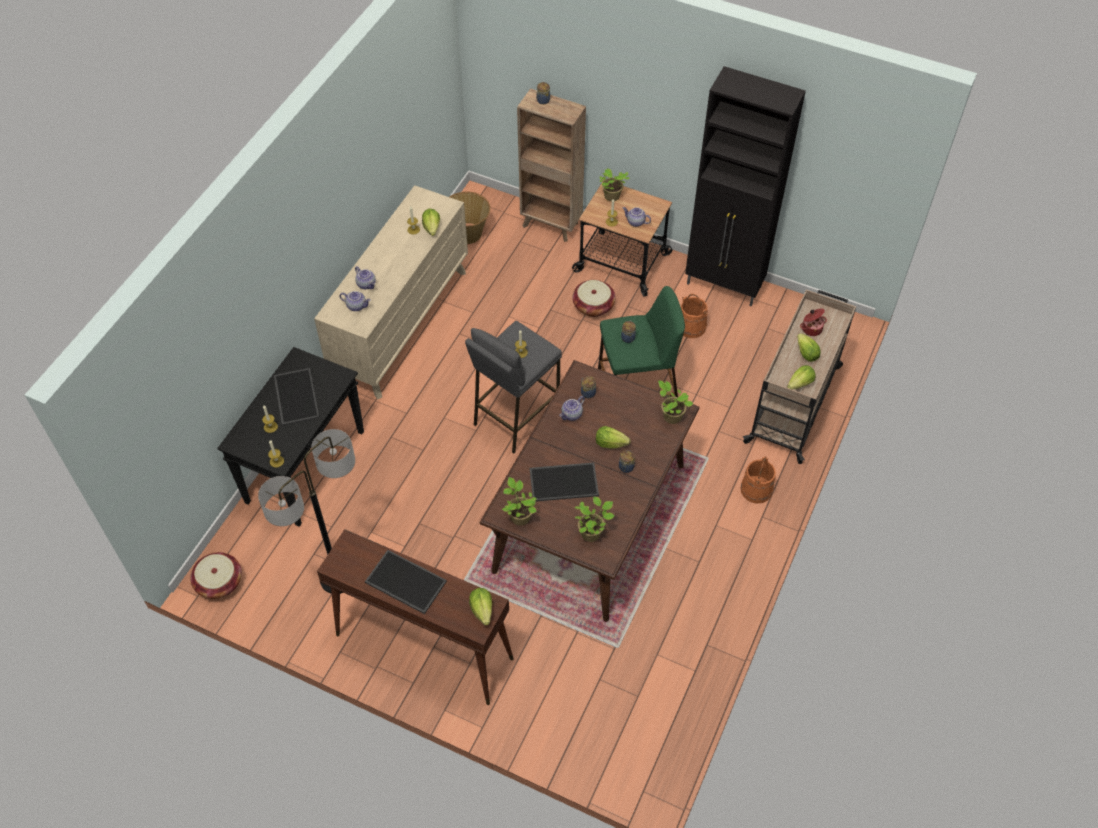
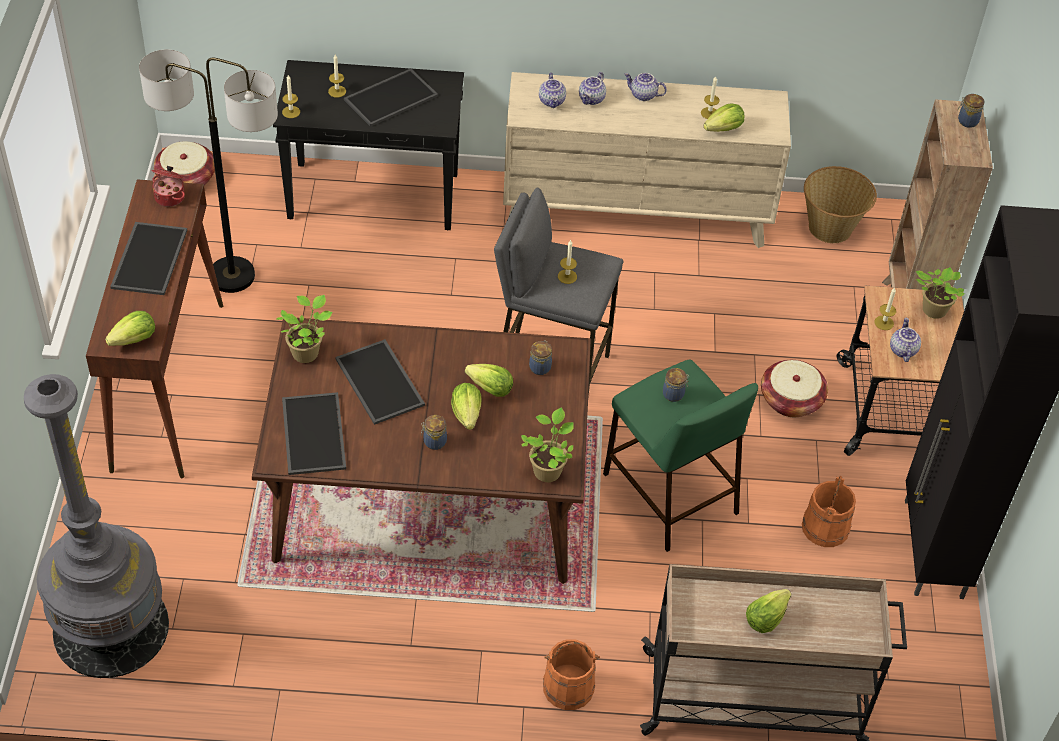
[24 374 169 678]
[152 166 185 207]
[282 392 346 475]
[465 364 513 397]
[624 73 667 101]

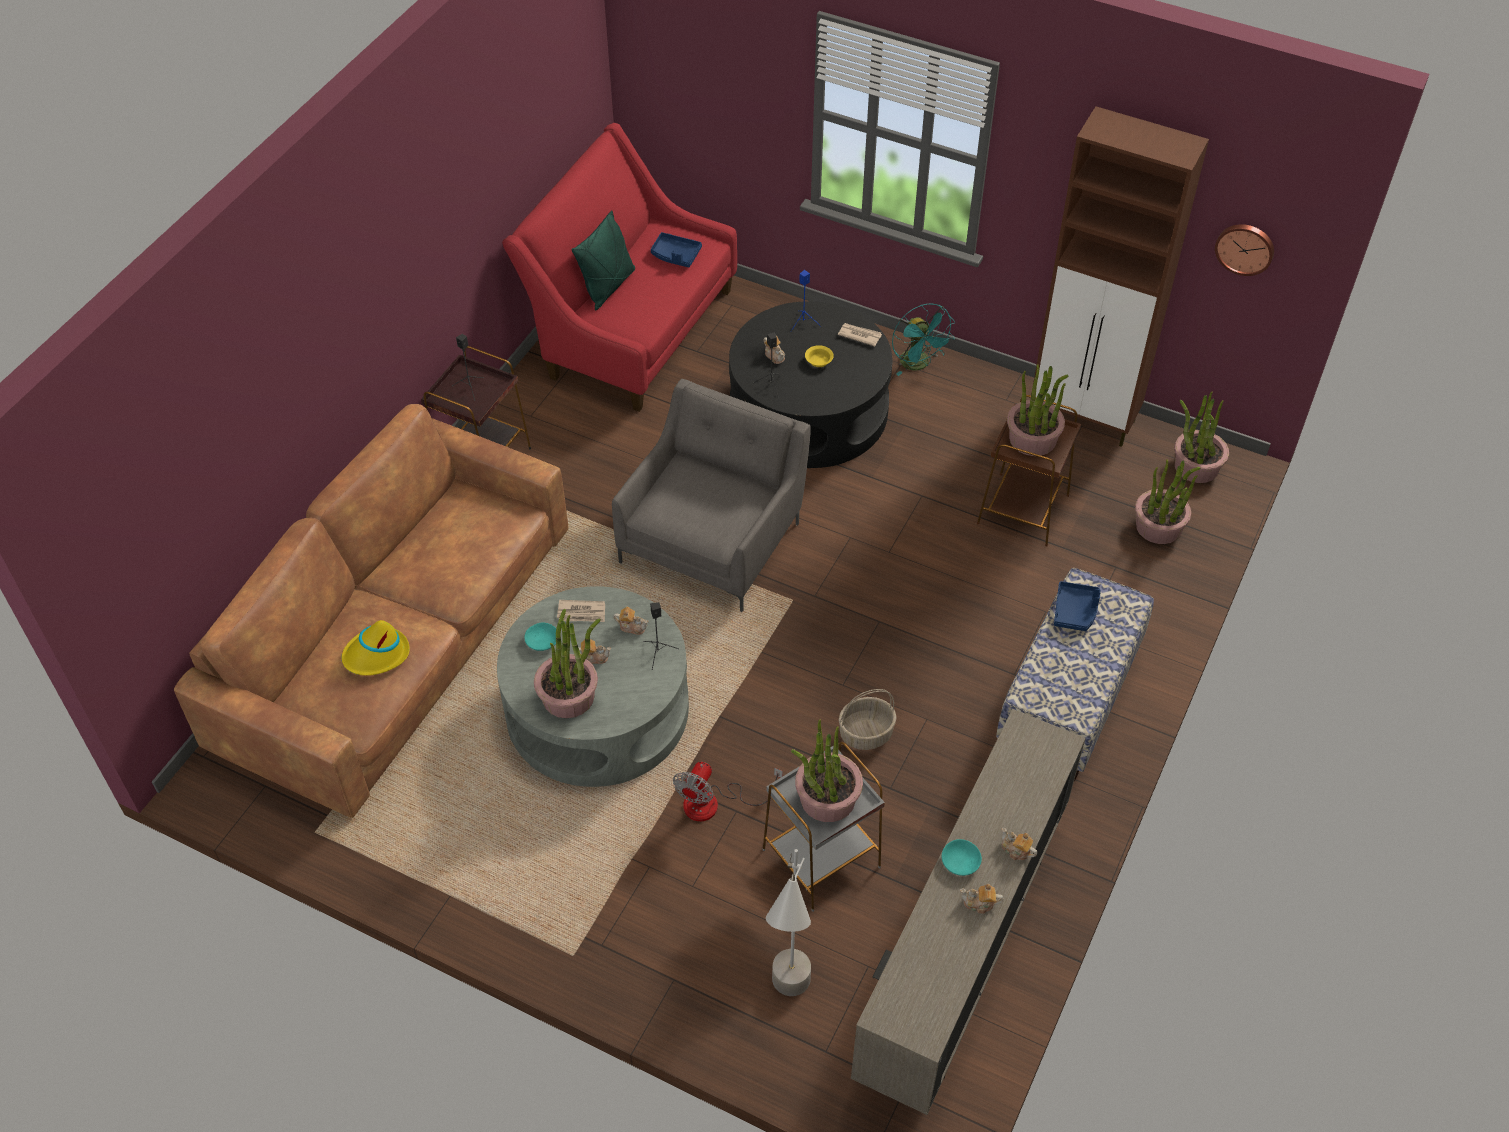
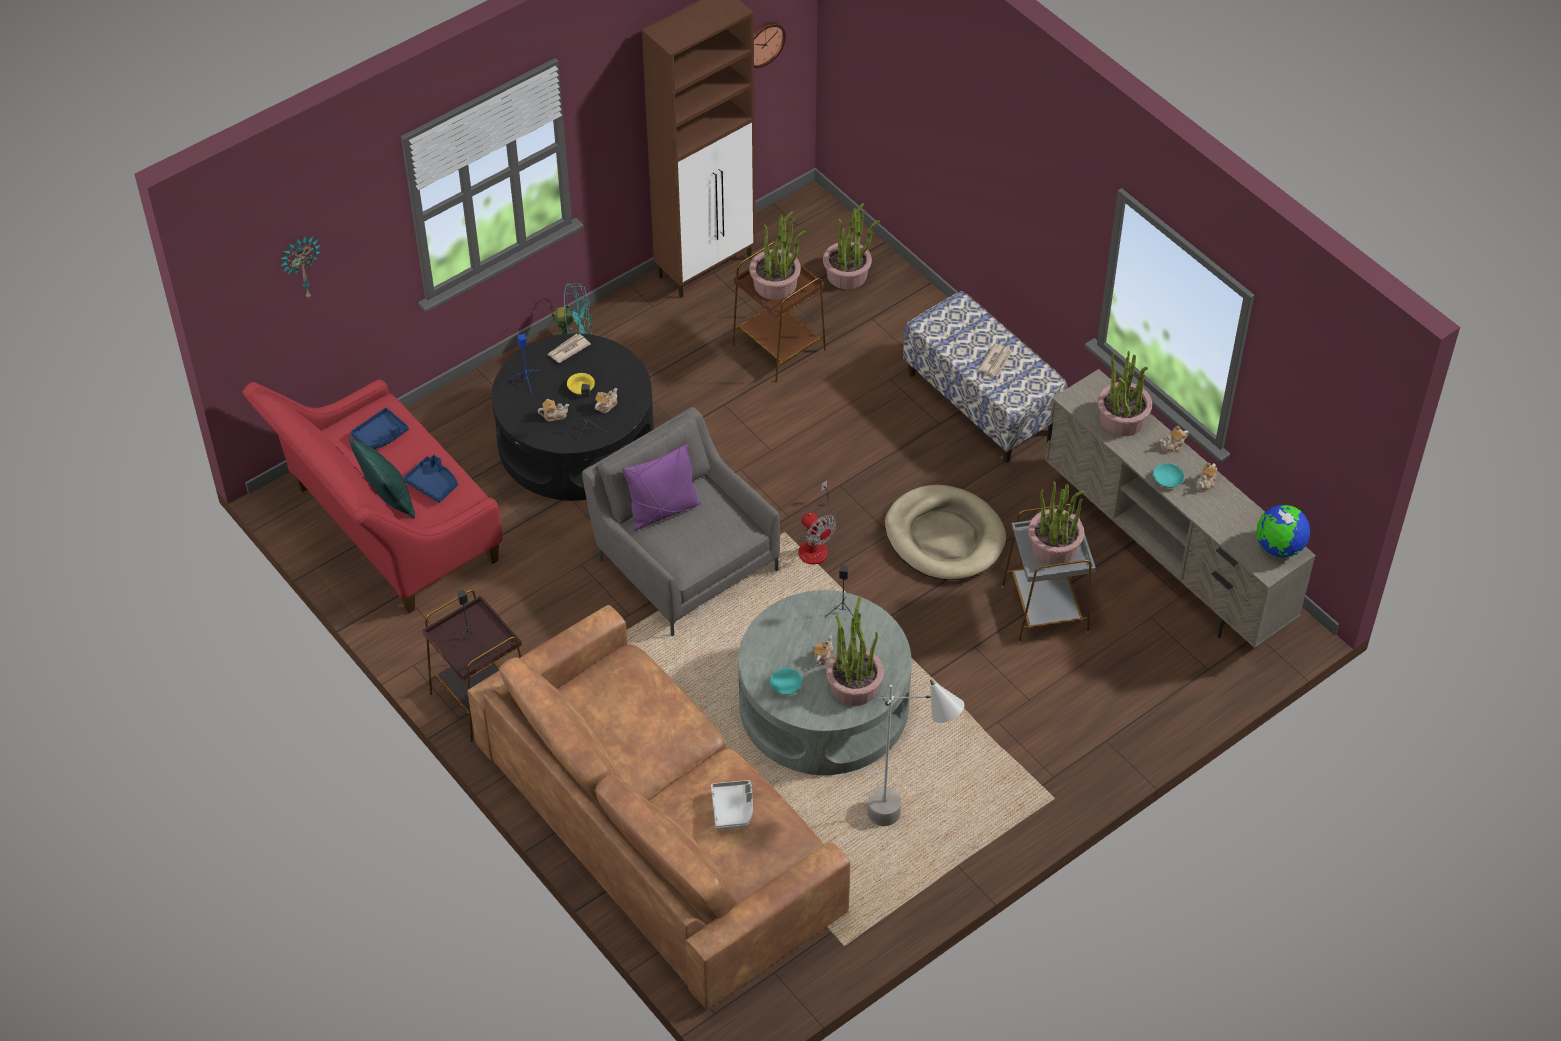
[281 235 321 299]
[403 455 458 503]
[595 388 617 413]
[622 444 701 531]
[711 780 753 830]
[798 481 836 564]
[867 680 964 826]
[885 485 1006 580]
[978 343 1012 376]
[1097 350 1152 436]
[1257 505 1310 558]

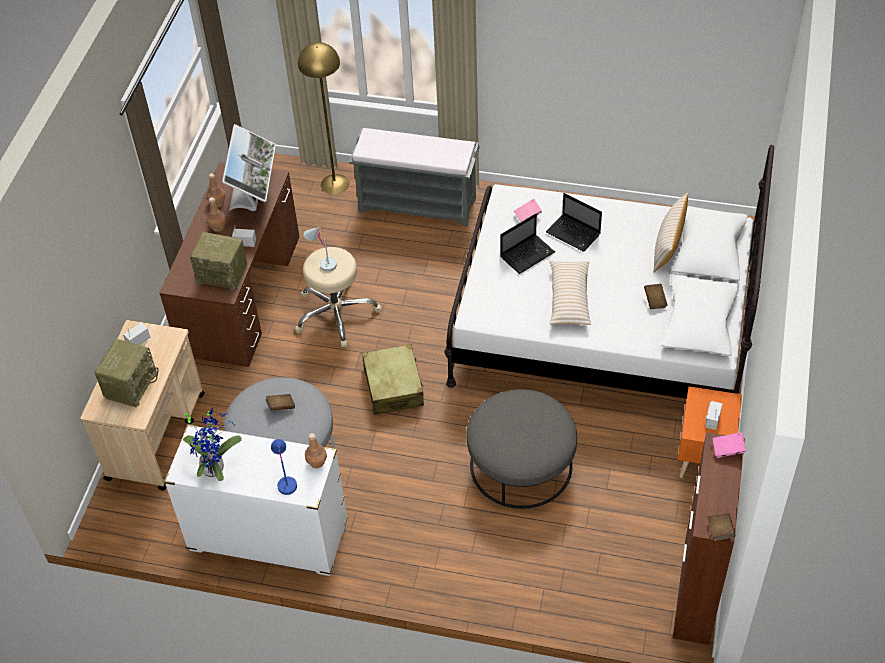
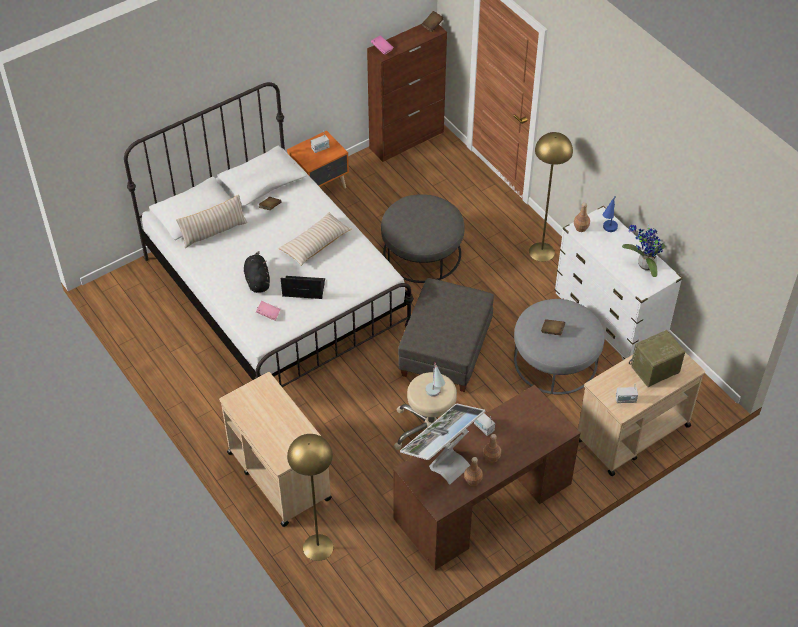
[219 372 332 527]
[244 251 270 293]
[398 278 494 392]
[529 132 573 262]
[190 232 247 292] (first image)

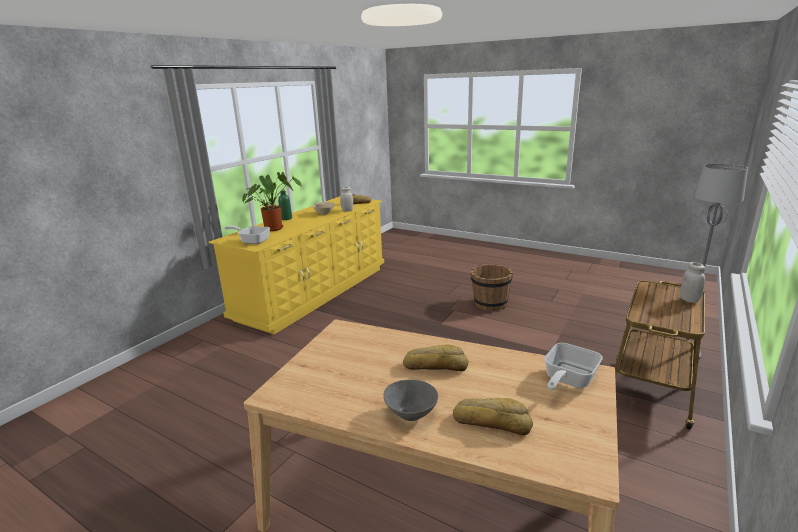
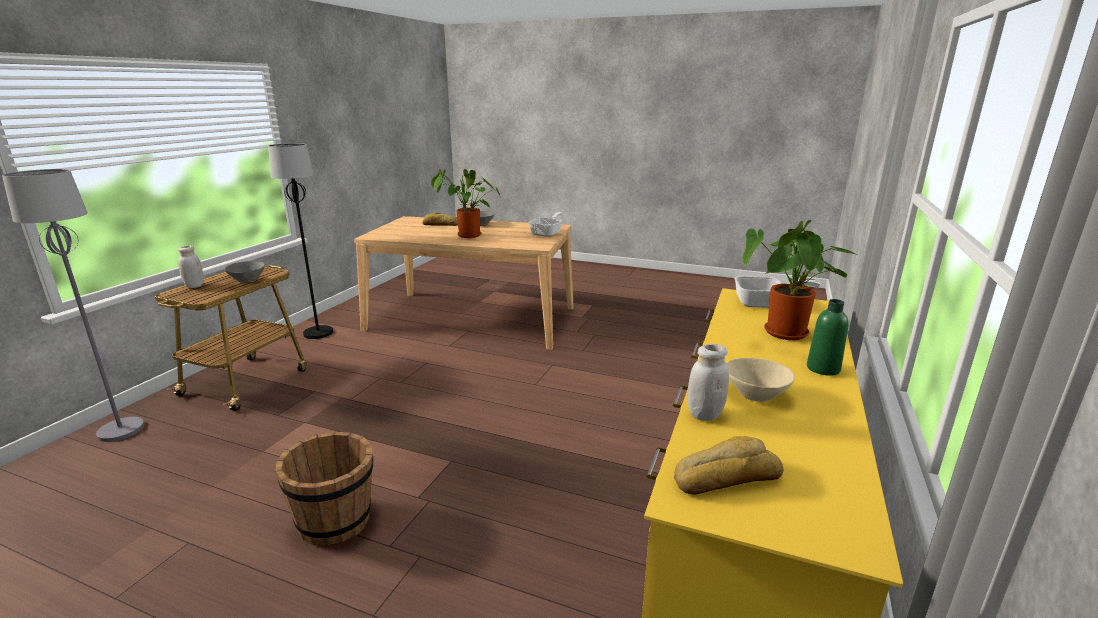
[225 261 265 283]
[268 143 333 339]
[431 169 501 238]
[529 212 563 237]

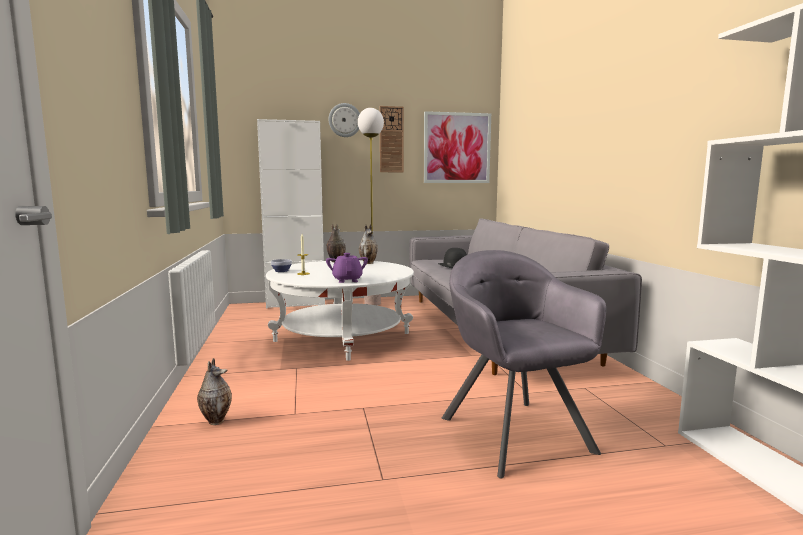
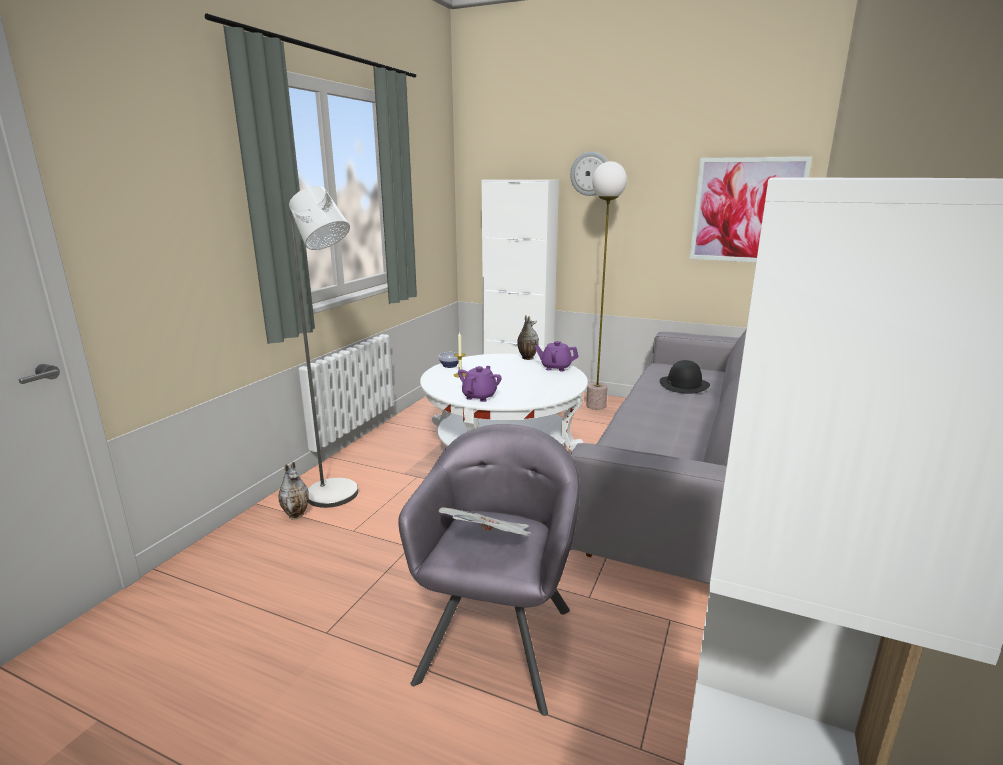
[289 186 358 508]
[439 507 531 536]
[535 341 578 372]
[380 106 404 172] (first image)

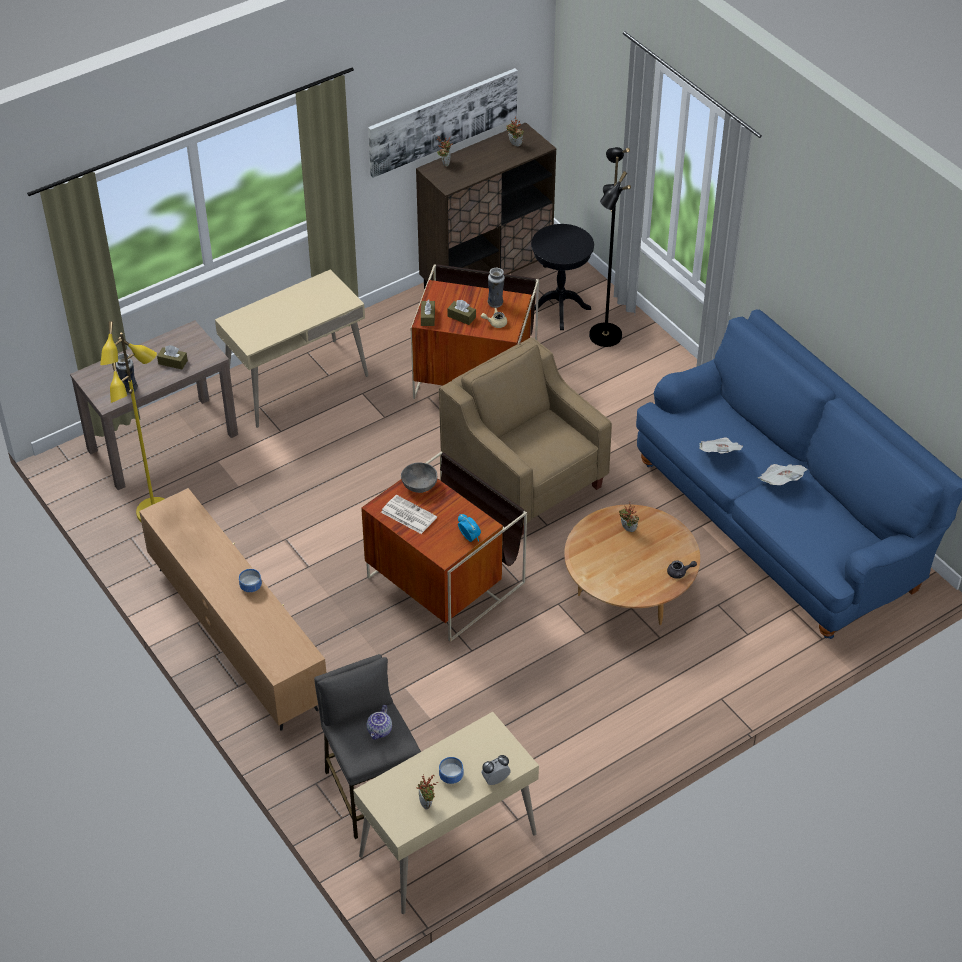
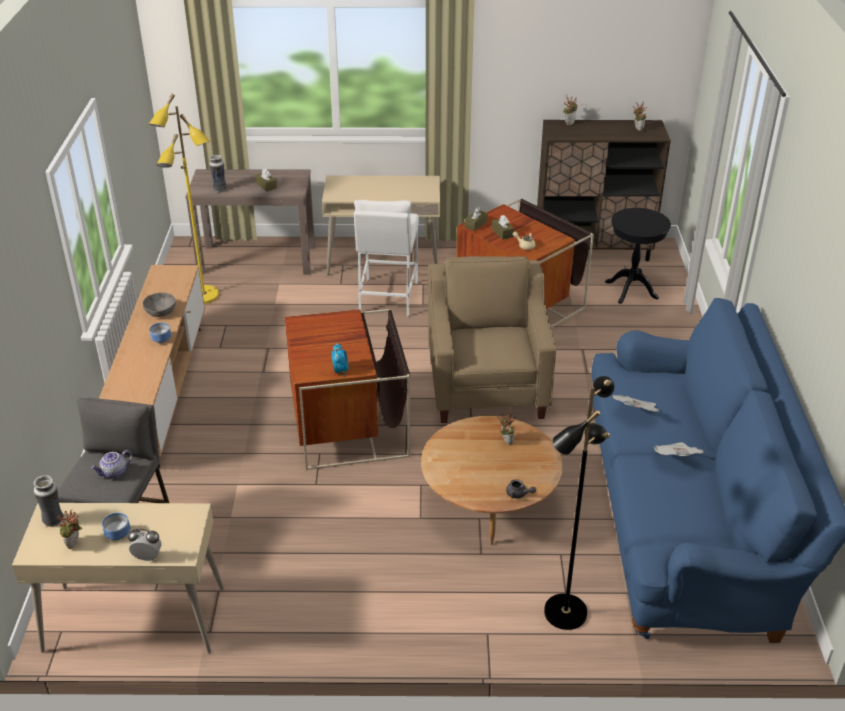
[34 475 64 527]
[142 293 176 317]
[354 200 419 318]
[544 376 614 630]
[368 68 518 178] (first image)
[381 495 437 534] (first image)

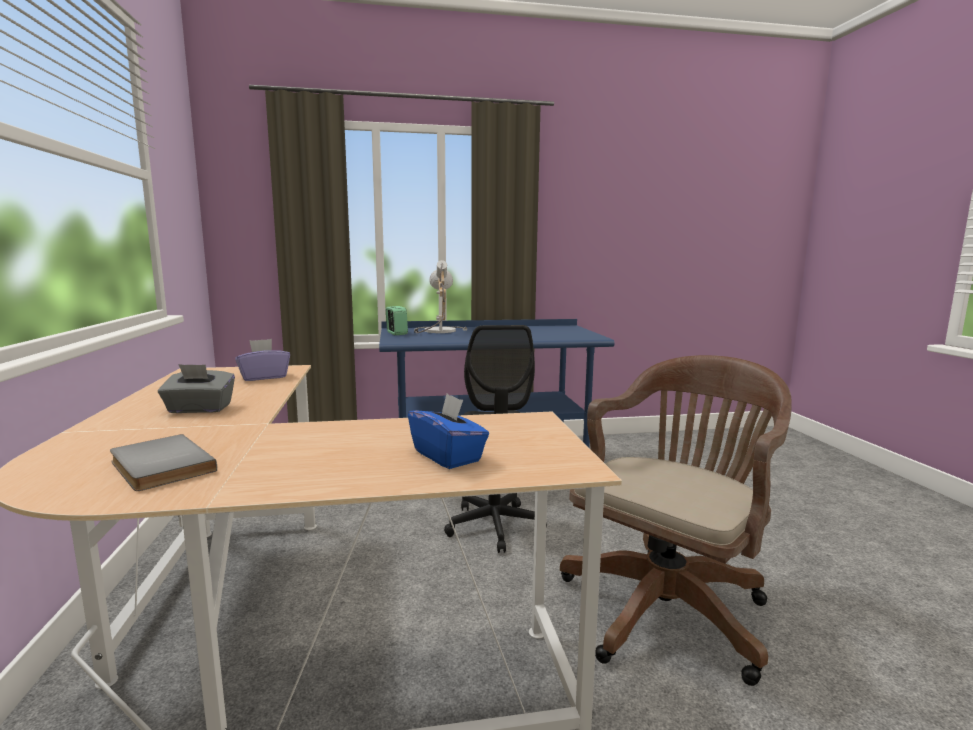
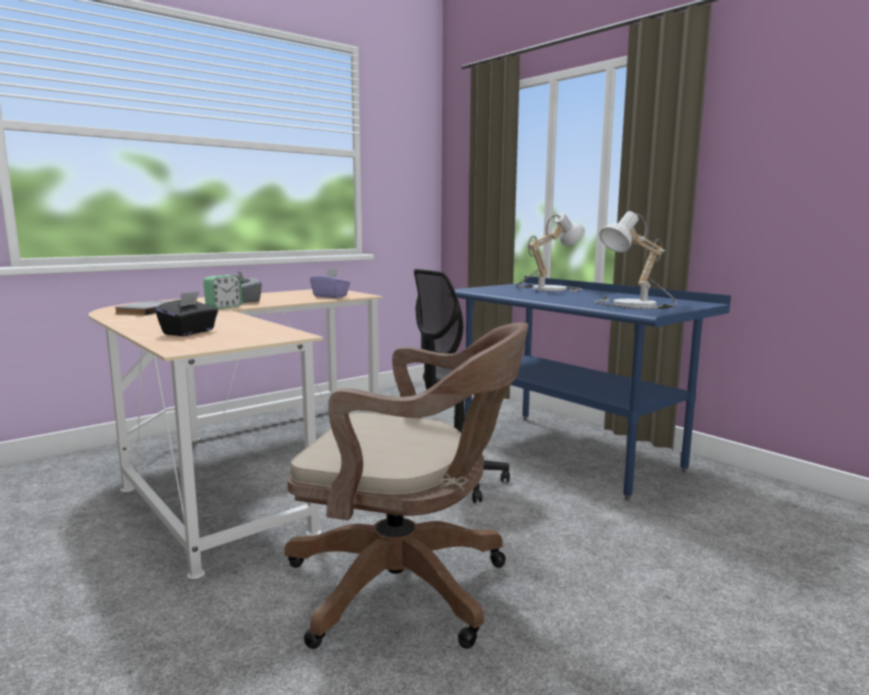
[155 291 218 336]
[203 275 243 309]
[595 211 677 309]

